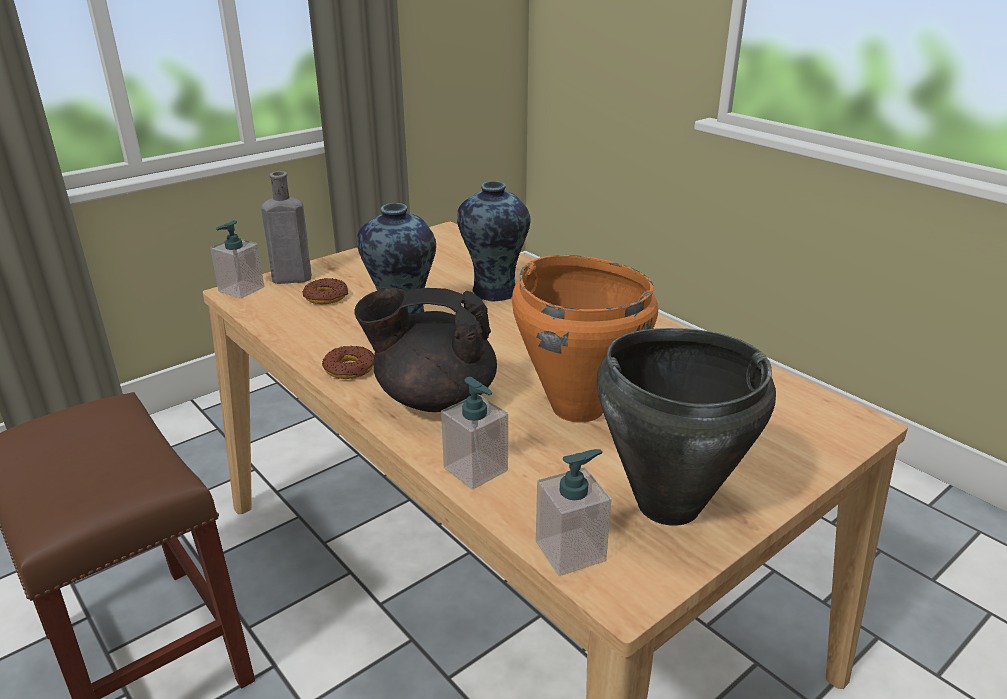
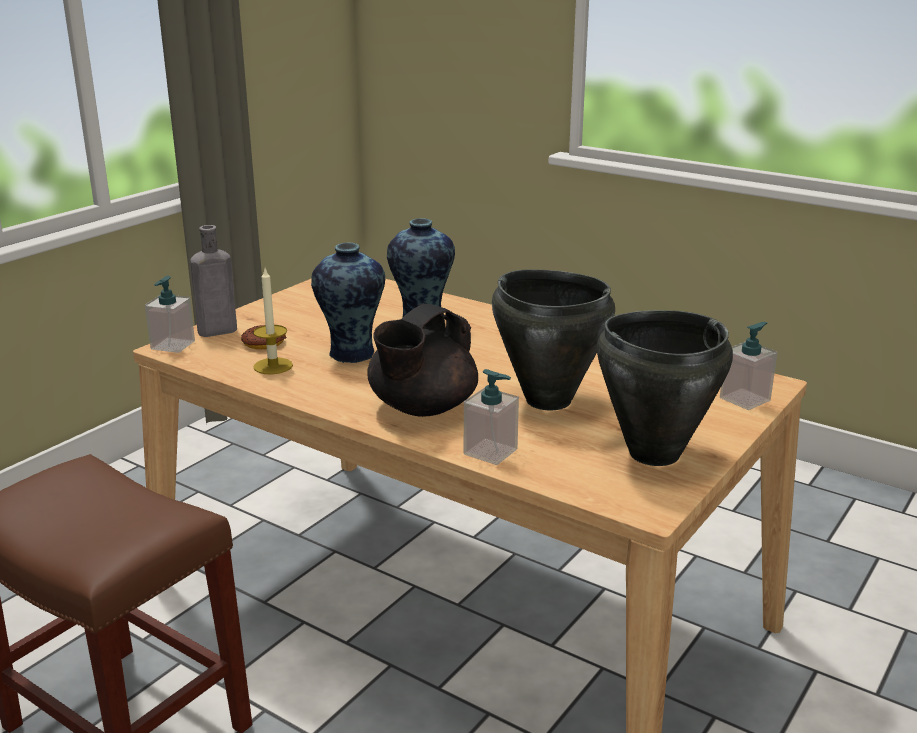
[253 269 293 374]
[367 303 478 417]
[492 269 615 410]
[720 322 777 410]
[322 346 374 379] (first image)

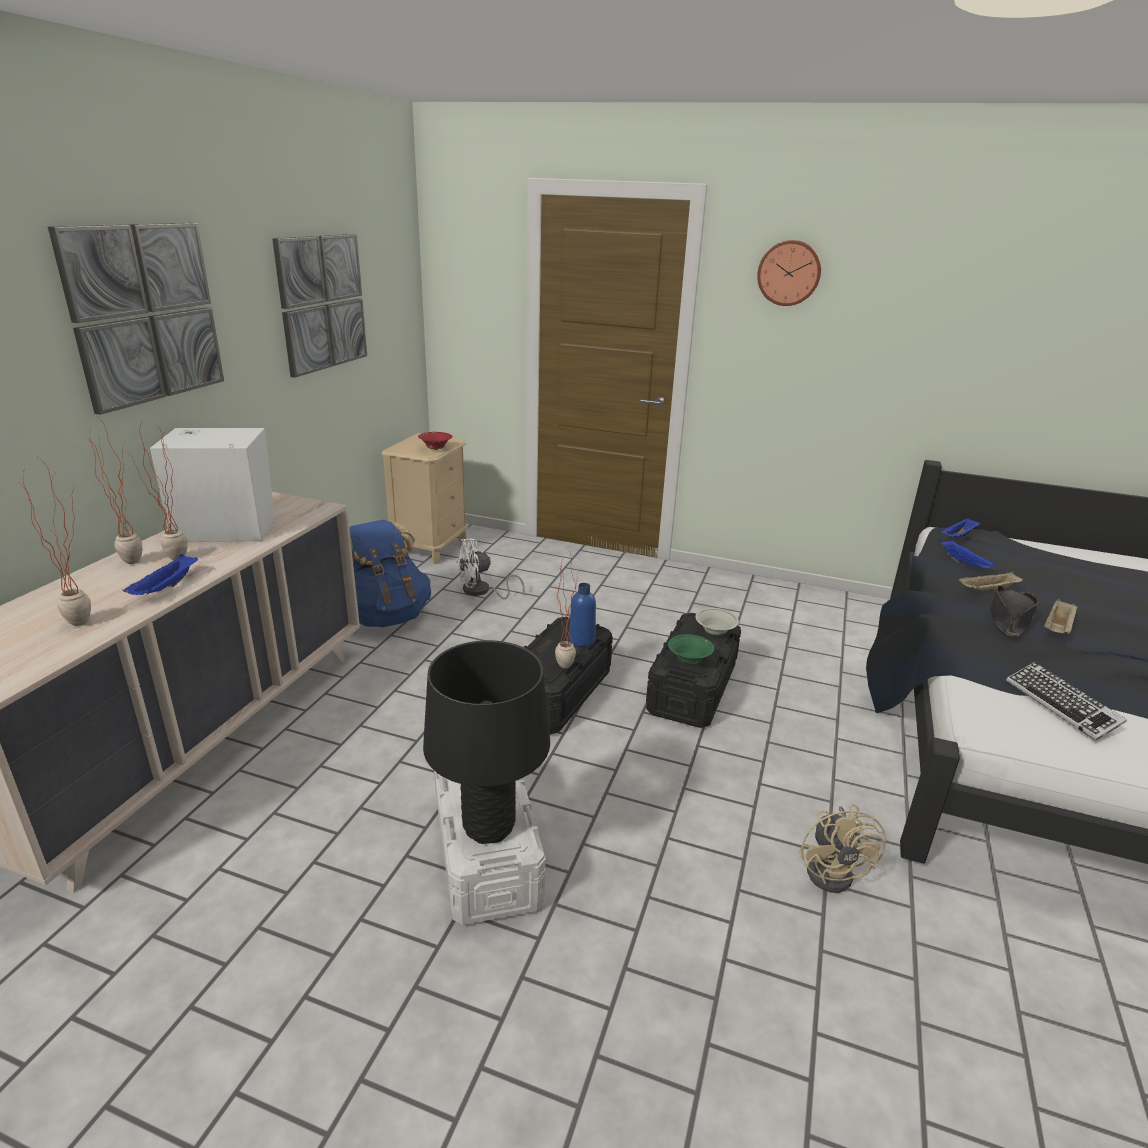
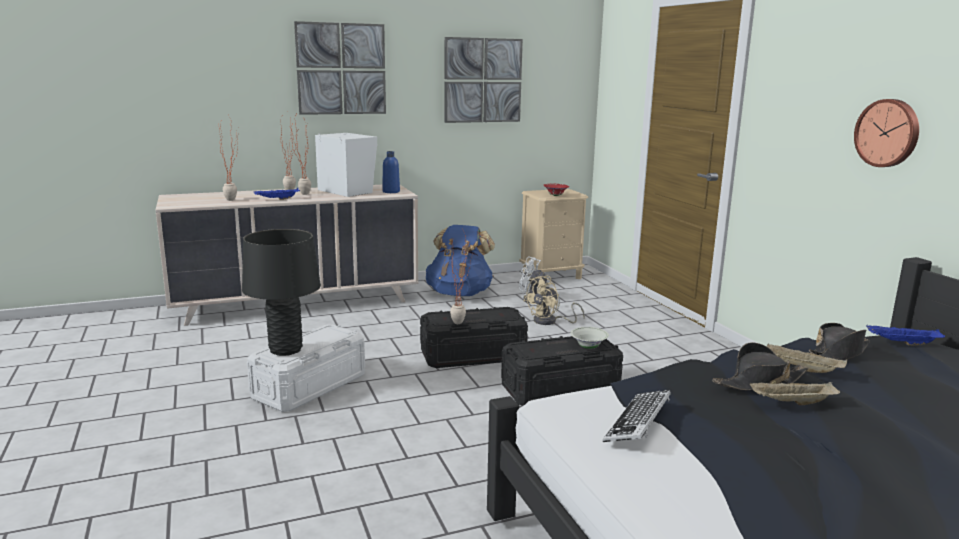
[382 151 400 193]
[524 276 585 325]
[809 323 870 360]
[854 99 919 167]
[668 634 714 664] (first image)

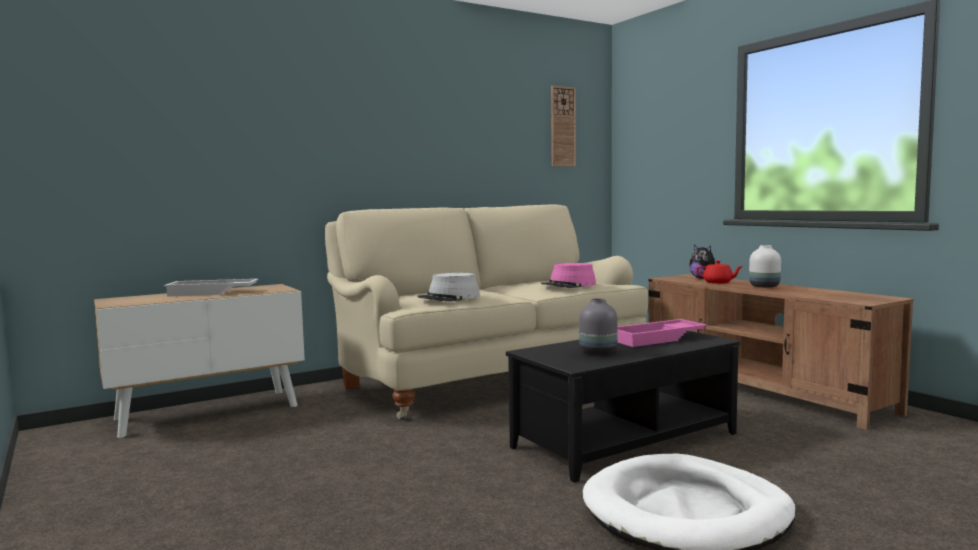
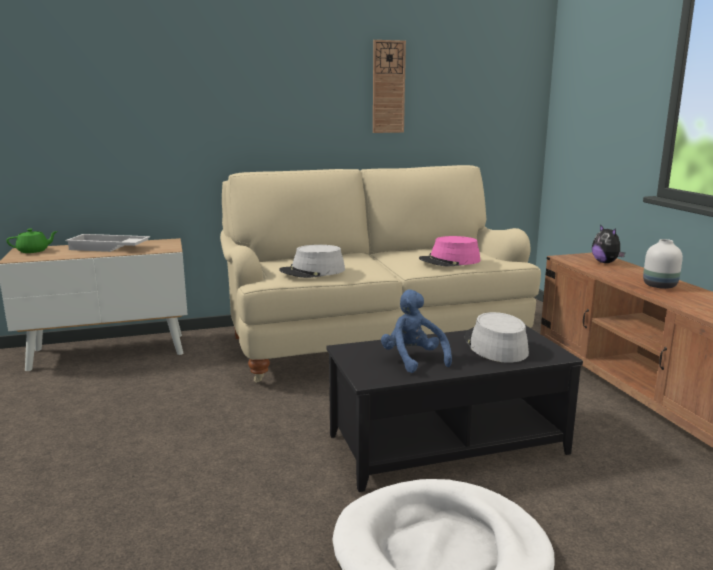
[6 228 58 253]
[373 40 406 133]
[381 290 452 373]
[465 312 529 363]
[696 261 743 284] (first image)

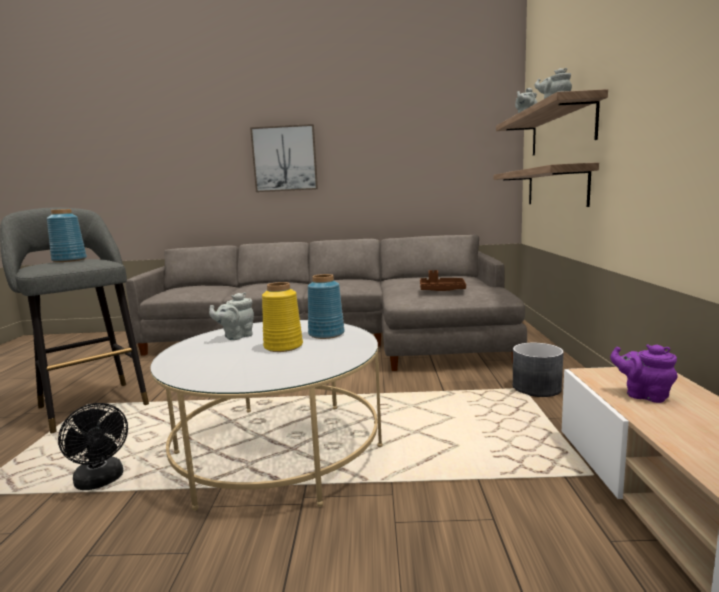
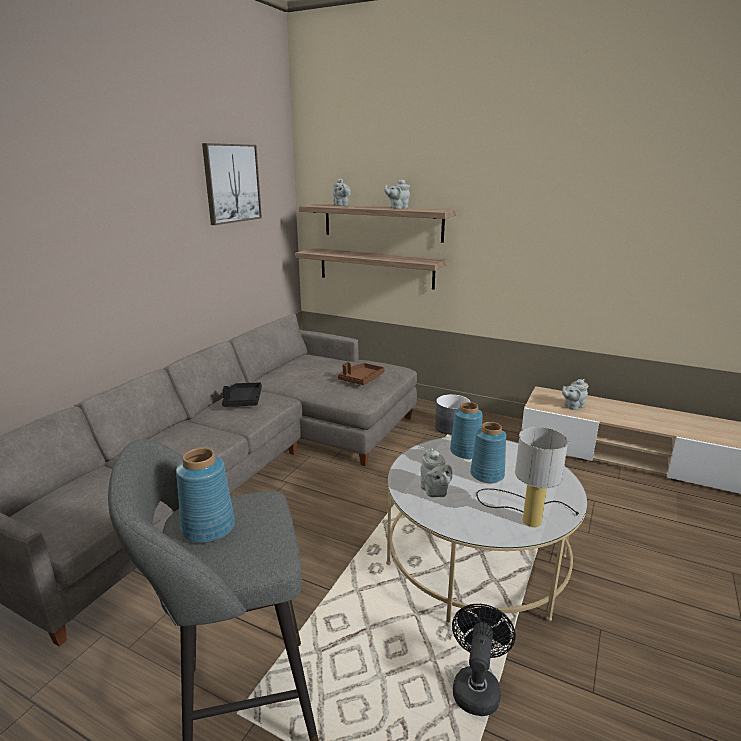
[202 143 262 225]
[222 382 262 407]
[452 604 515 716]
[470 422 506 483]
[476 427 579 527]
[562 379 588 410]

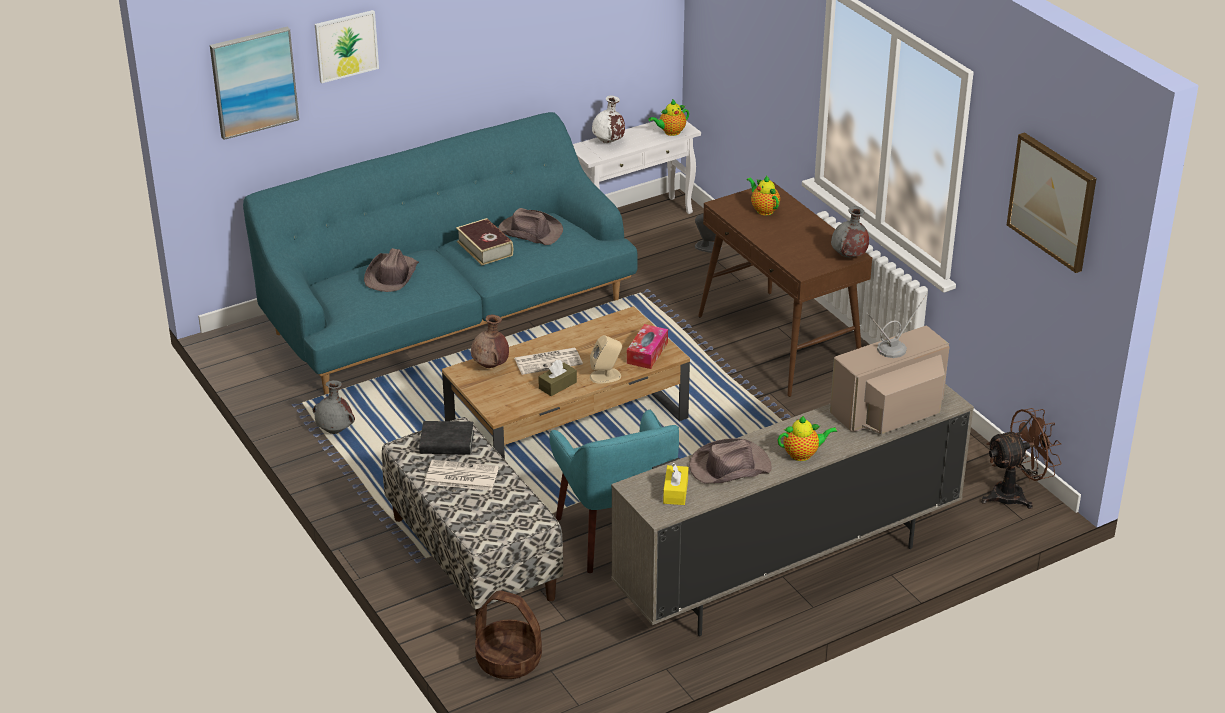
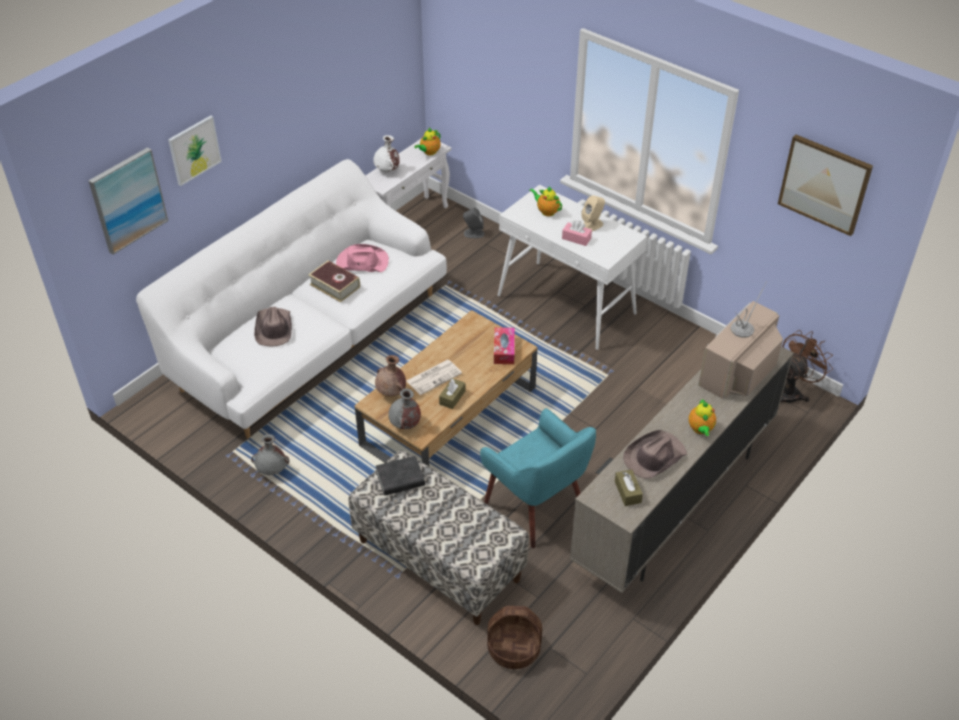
[136 159 447 439]
[336 244 389 272]
[389 388 421 429]
[498 185 647 350]
[562 220 592 246]
[581 195 605 231]
[615 469 643 506]
[689 399 716 436]
[425 460 499 491] (first image)

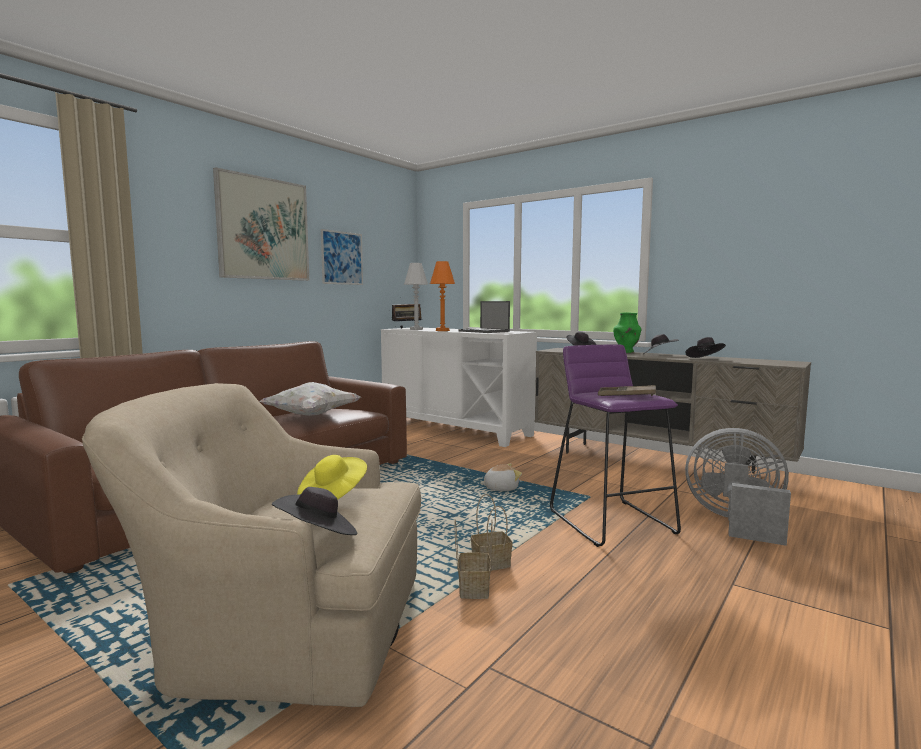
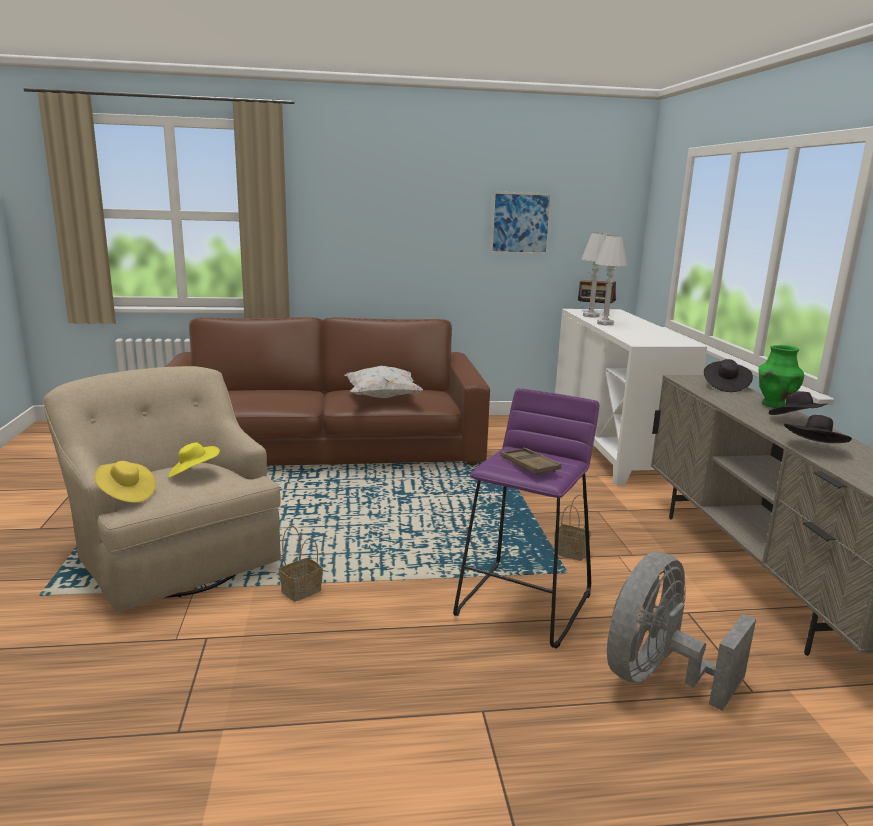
[94 461 156 503]
[554 495 591 561]
[595 235 628 325]
[607 552 756 711]
[213 167 309 281] (first image)
[459 301 510 333] (first image)
[480 463 522 491] (first image)

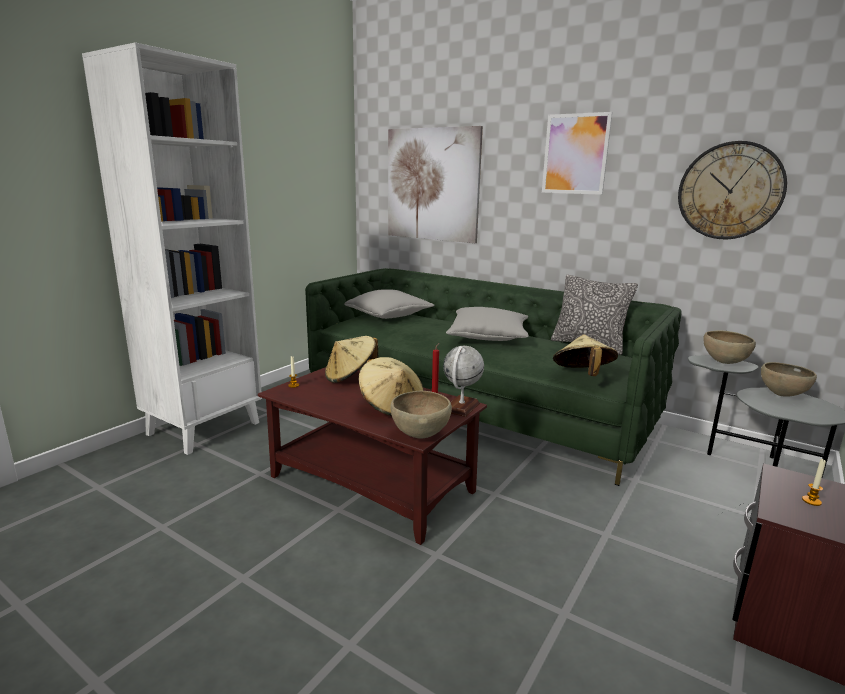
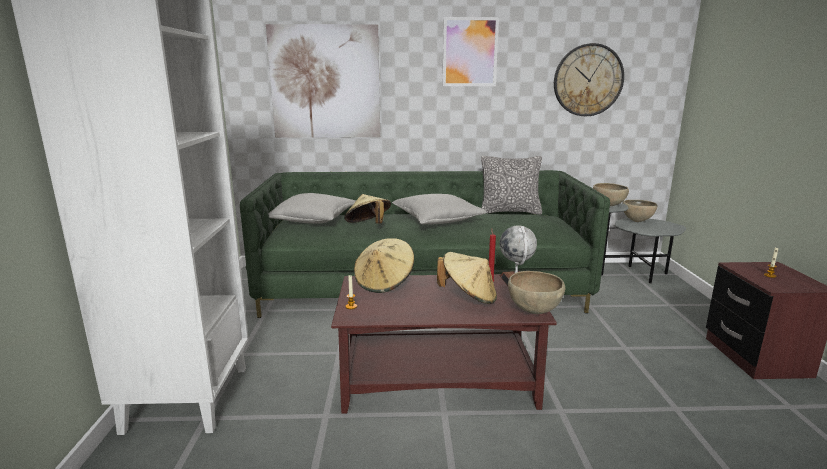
[344 194 391 224]

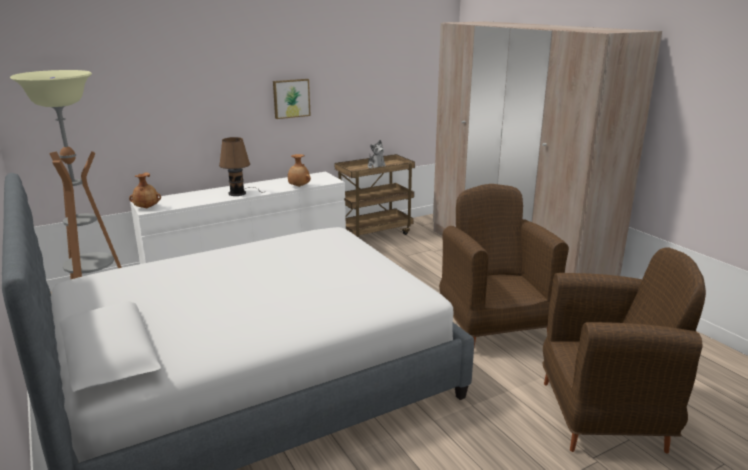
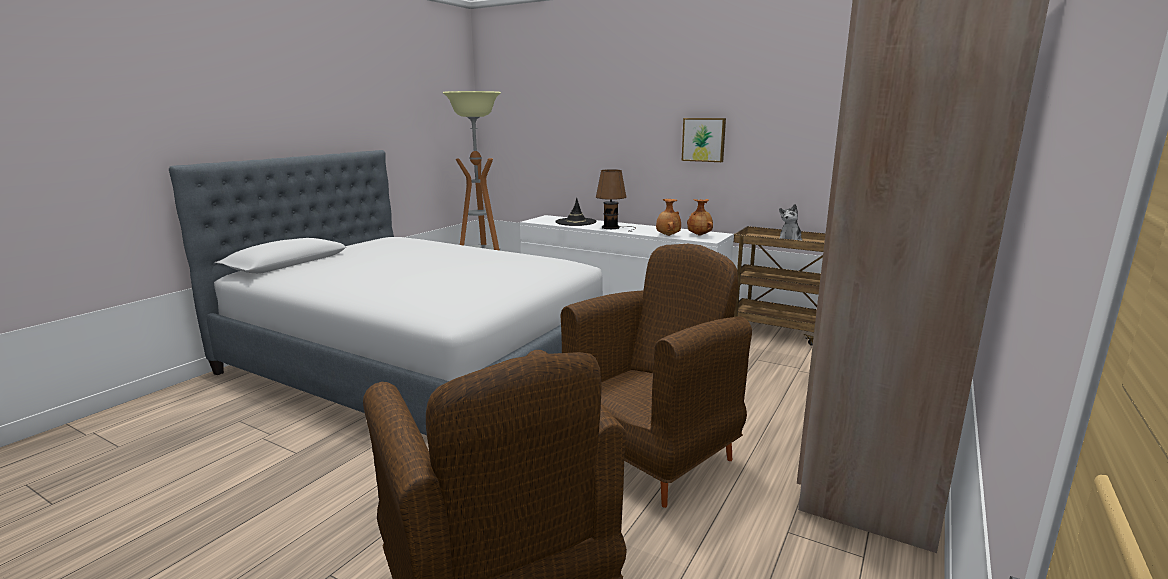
[555 198 596 226]
[687 199 713 236]

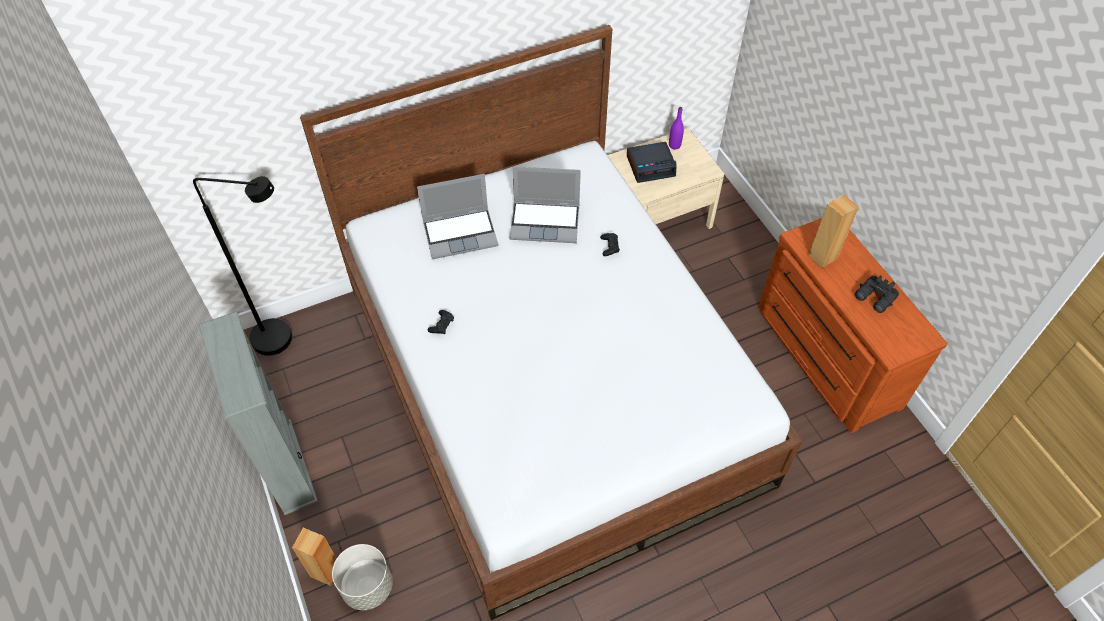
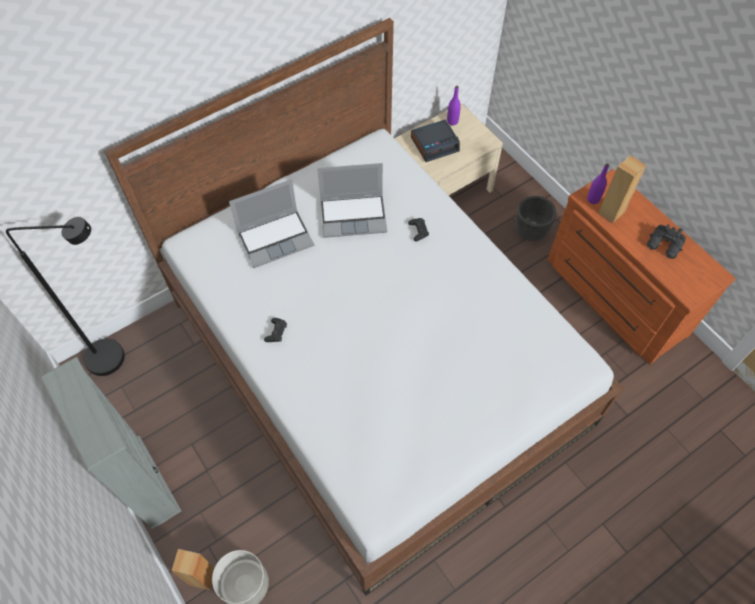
[515 196 556 241]
[587 164 609 204]

